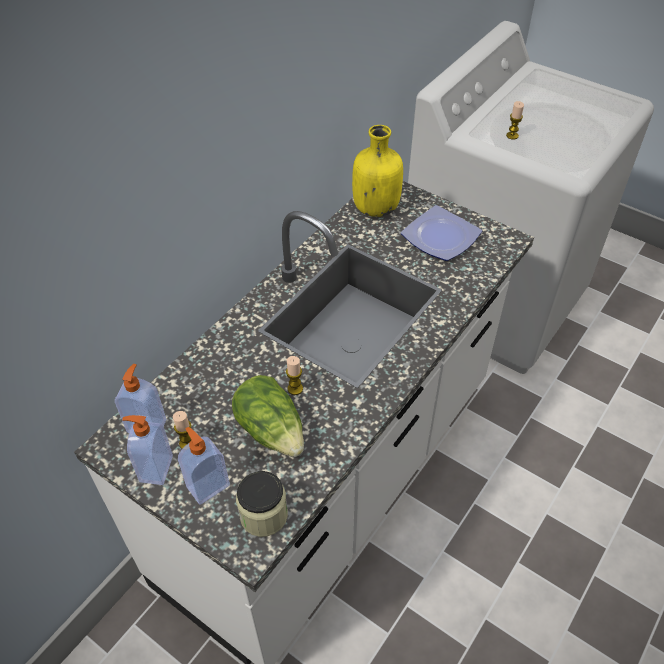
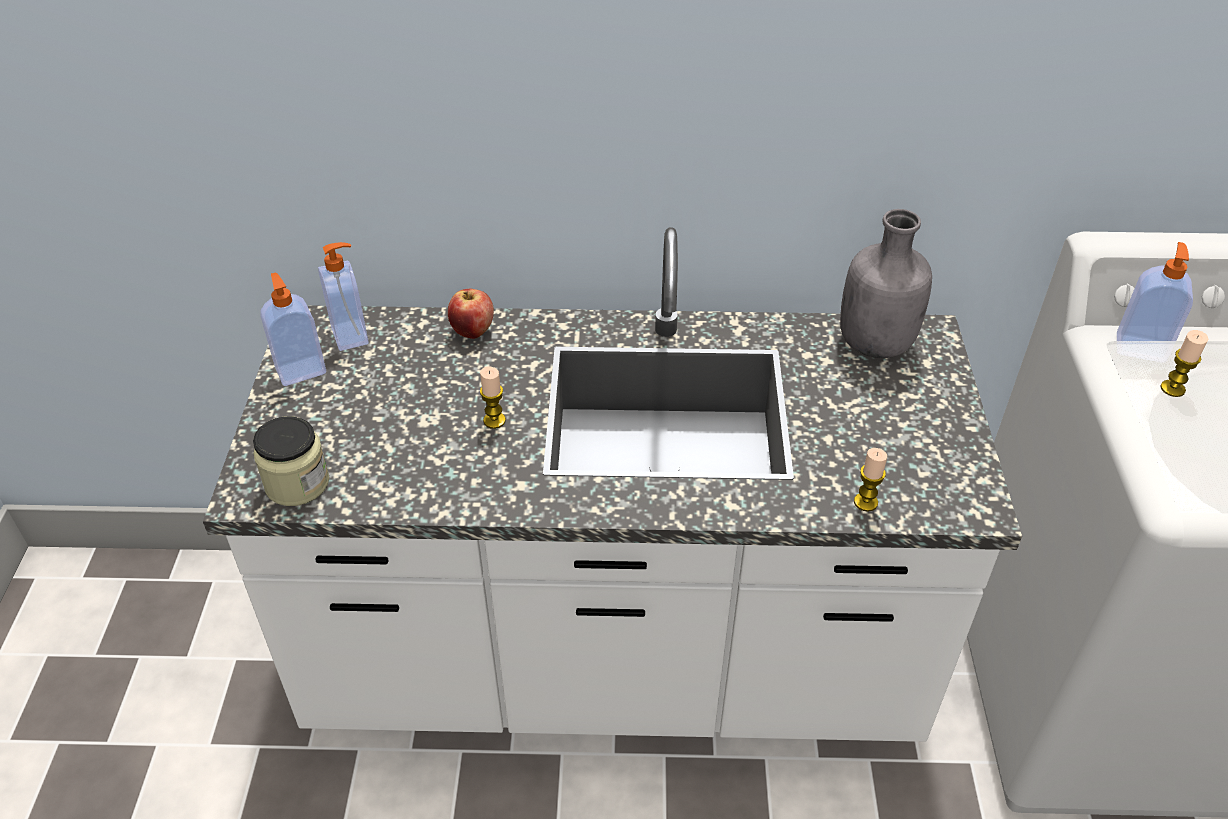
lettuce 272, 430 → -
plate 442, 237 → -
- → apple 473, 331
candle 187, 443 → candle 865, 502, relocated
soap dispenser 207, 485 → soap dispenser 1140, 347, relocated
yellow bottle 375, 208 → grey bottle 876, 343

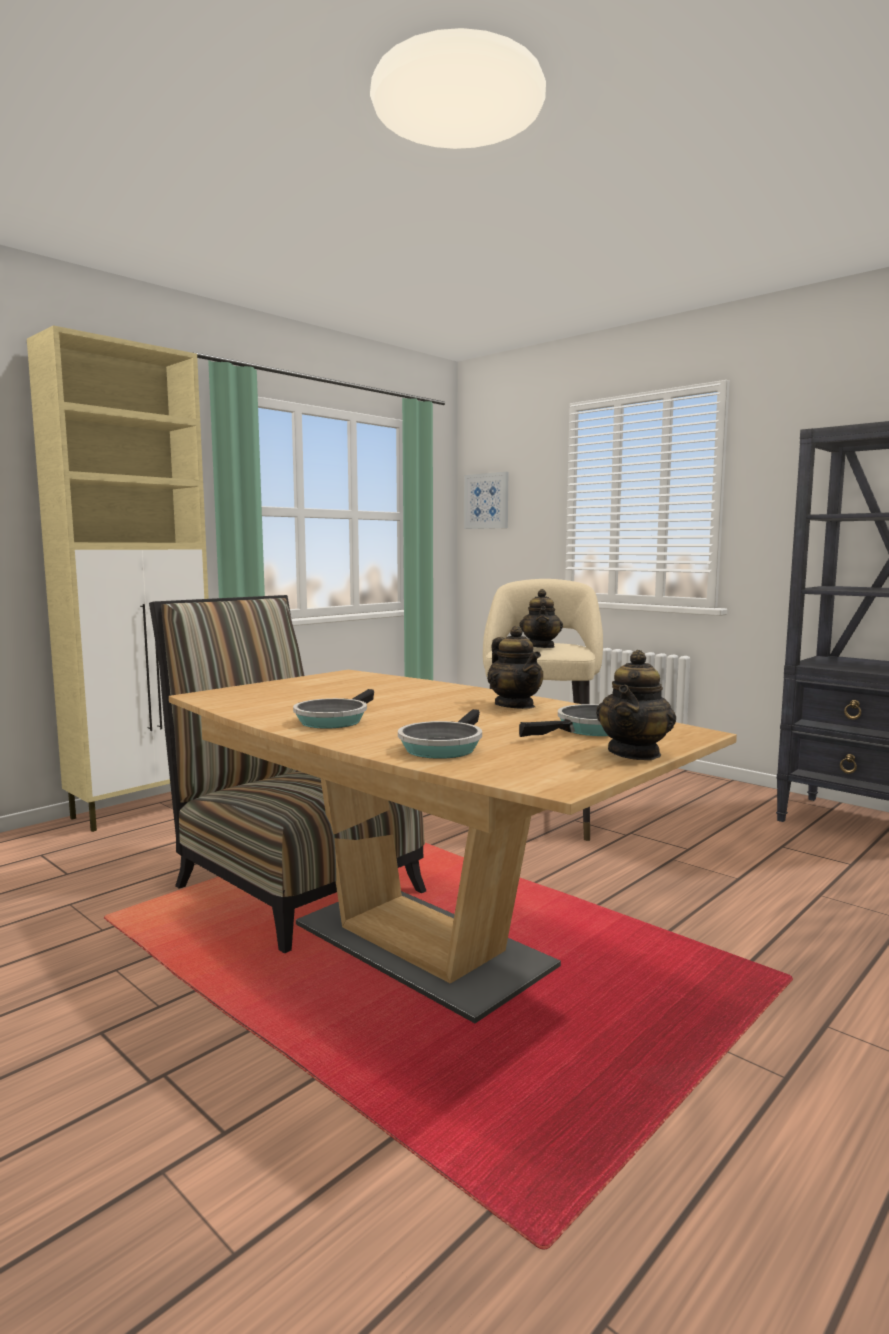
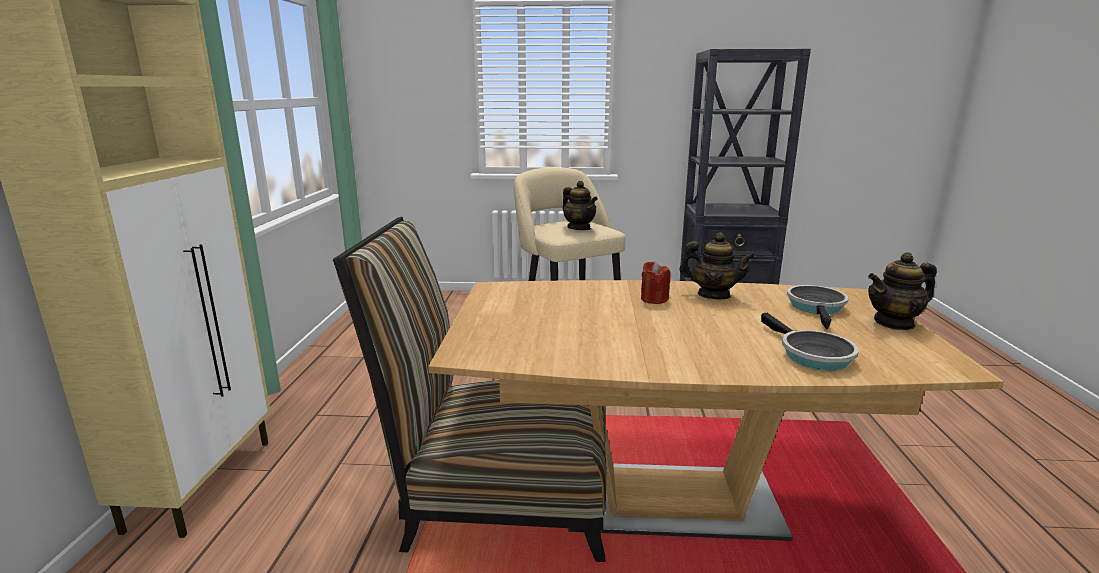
frying pan 333, 720 → -
picture 487, 501 → -
- → red candle 654, 299
teapot 635, 753 → teapot 894, 323, 90 degrees clockwise

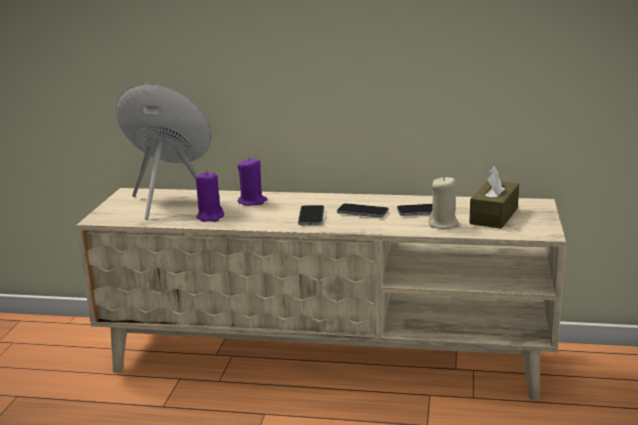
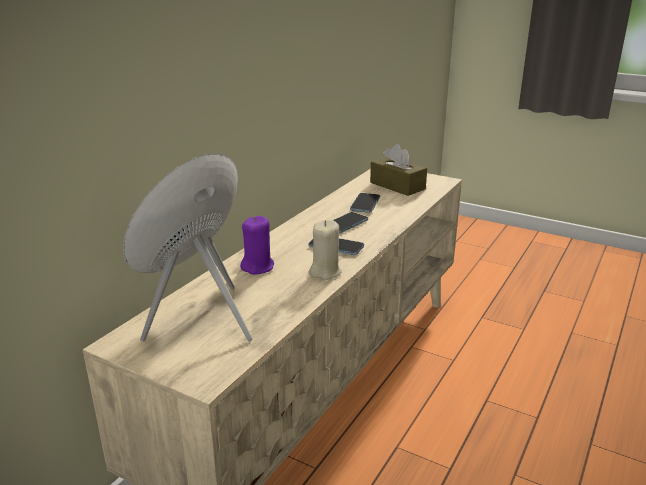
purple candle 210, 217 → -
beige candle 443, 224 → beige candle 325, 272, relocated

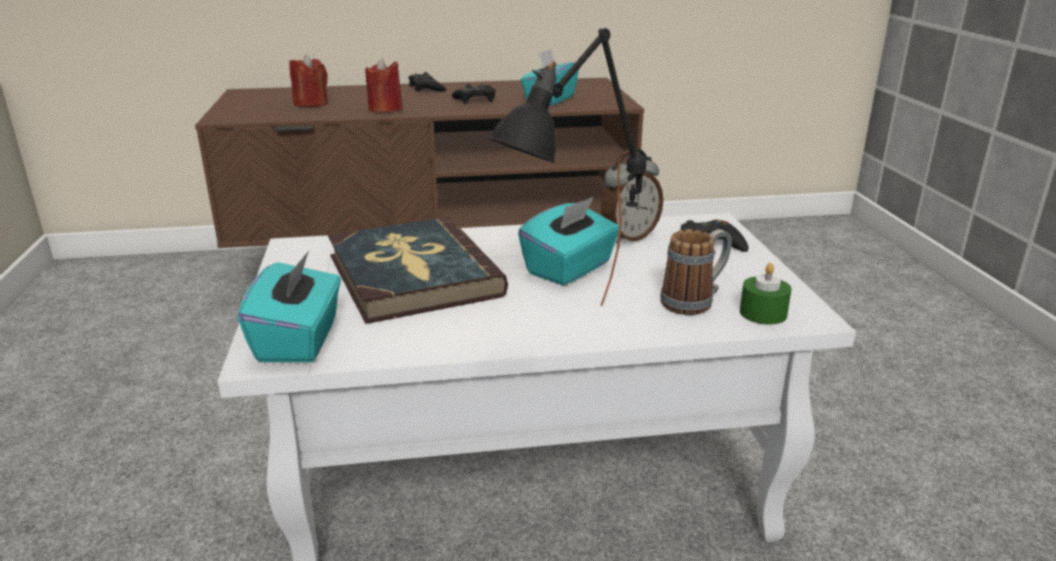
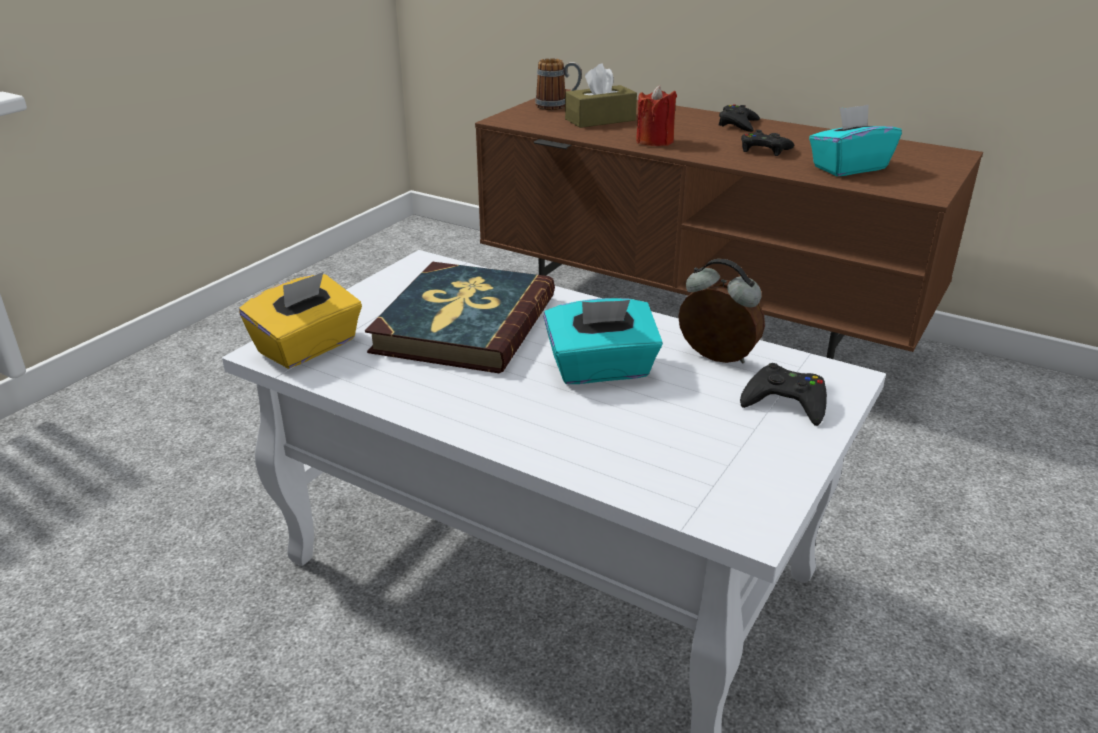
black table lamp 572, 333 → -
green candle 763, 313 → -
mug 695, 301 → mug 558, 106, relocated
red candle 311, 103 → brown tissue box 600, 120
turquoise tissue box 299, 340 → yellow tissue box 308, 347
alarm clock 628, 237 → alarm clock 715, 359, 150 degrees counterclockwise

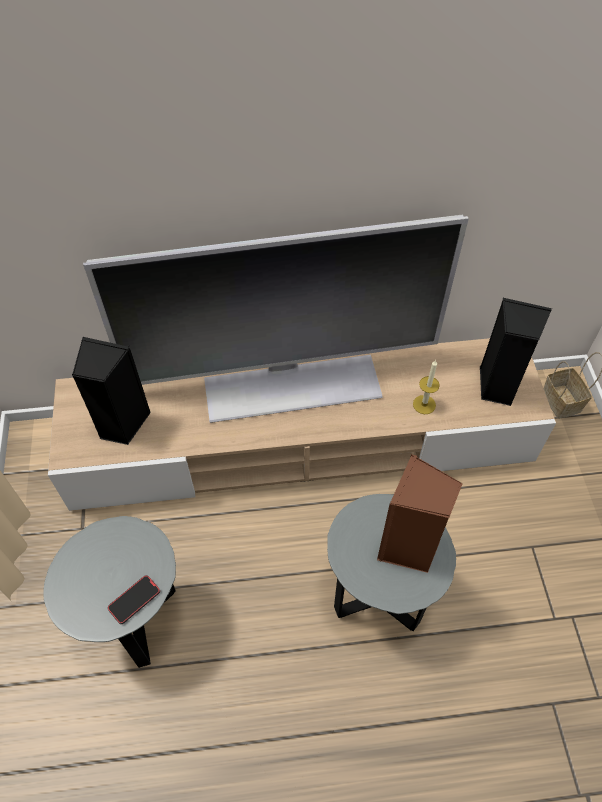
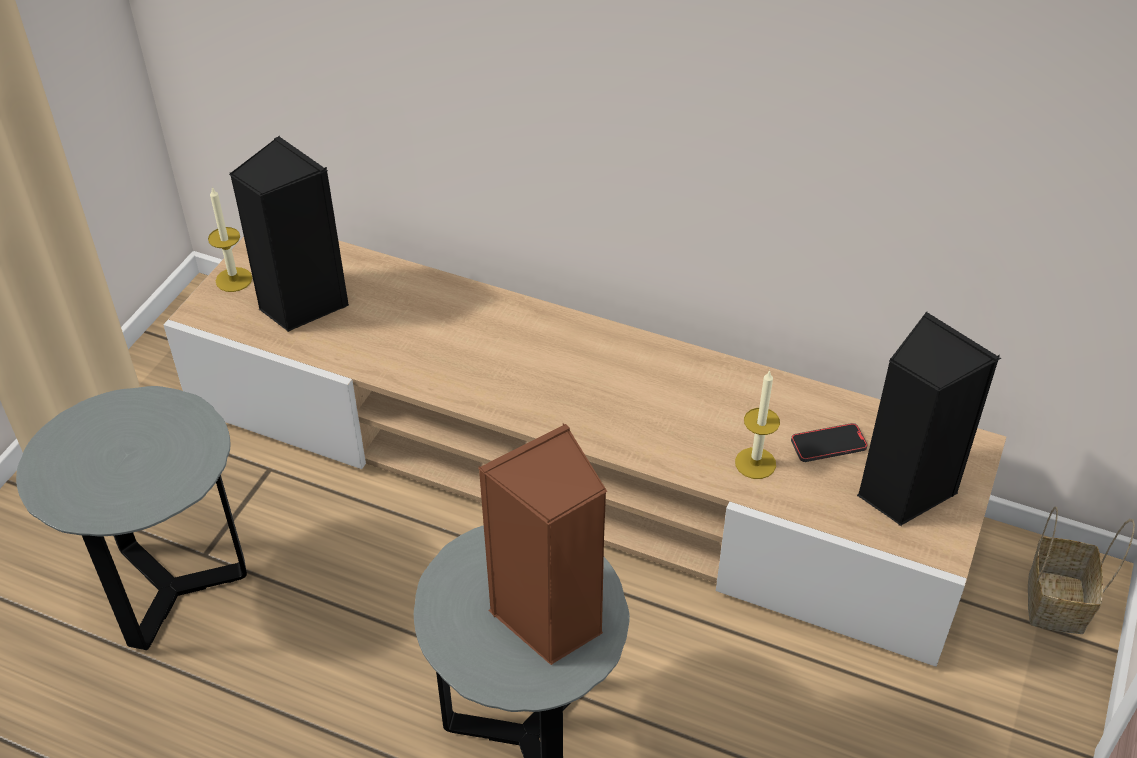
television 291, 385 → -
- → candle 234, 279
phone 134, 600 → phone 828, 445, relocated

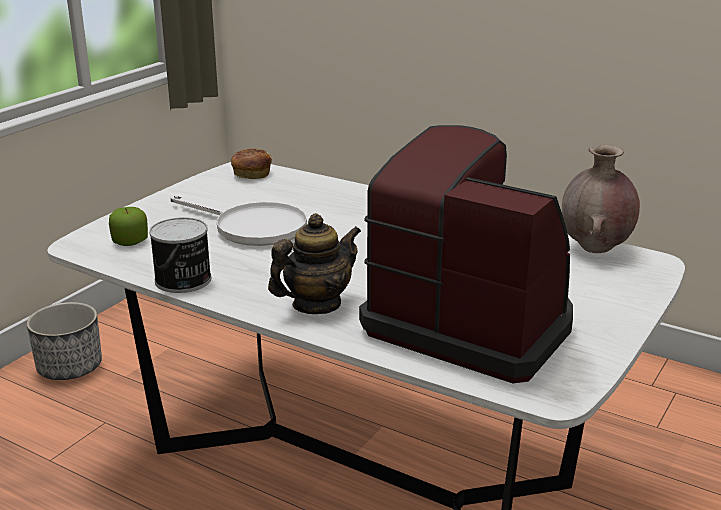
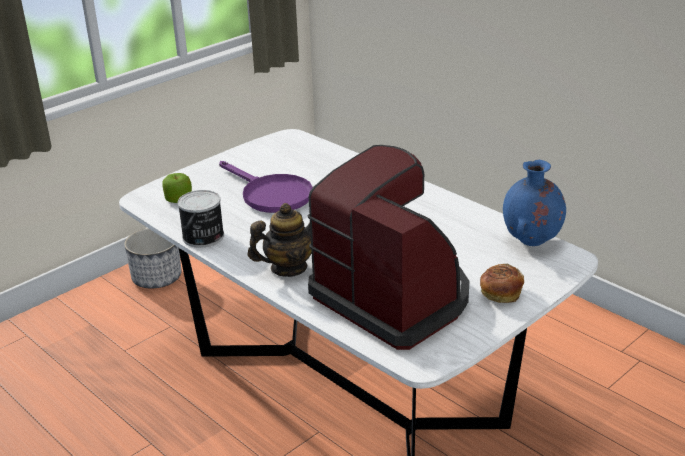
bread 251, 174 → bread 500, 294, relocated
white frying pan 250, 227 → purple frying pan 270, 194
brown vase 595, 249 → blue vase 531, 242

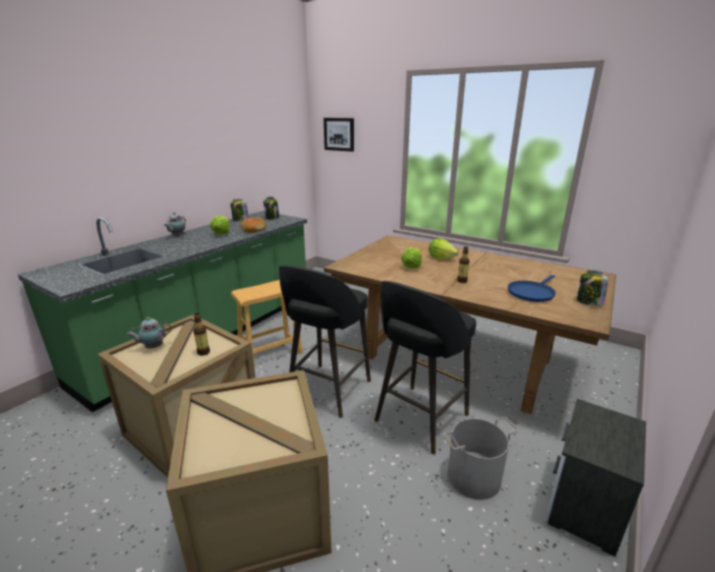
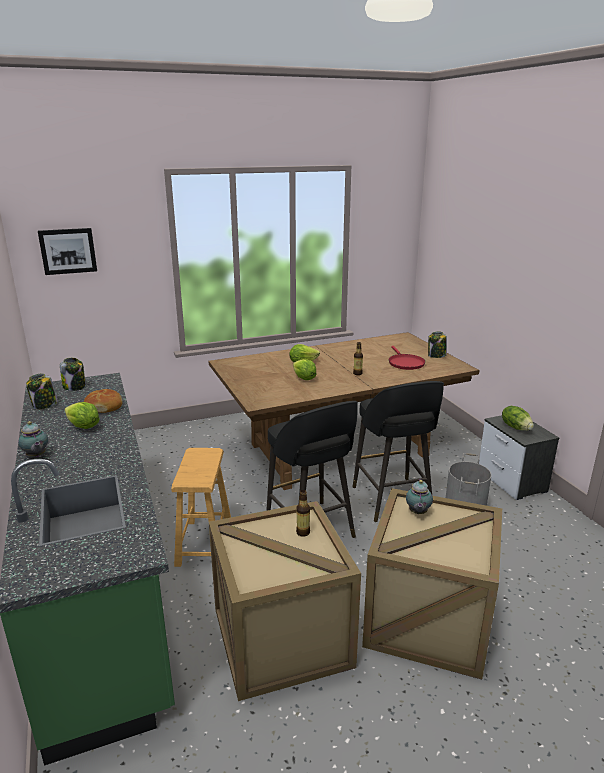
- → lettuce 516, 427
teapot 153, 347 → teapot 417, 513, relocated
blue frying pan 531, 293 → red frying pan 405, 363

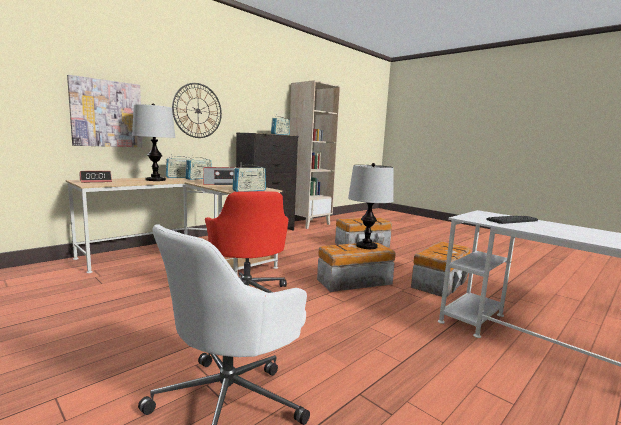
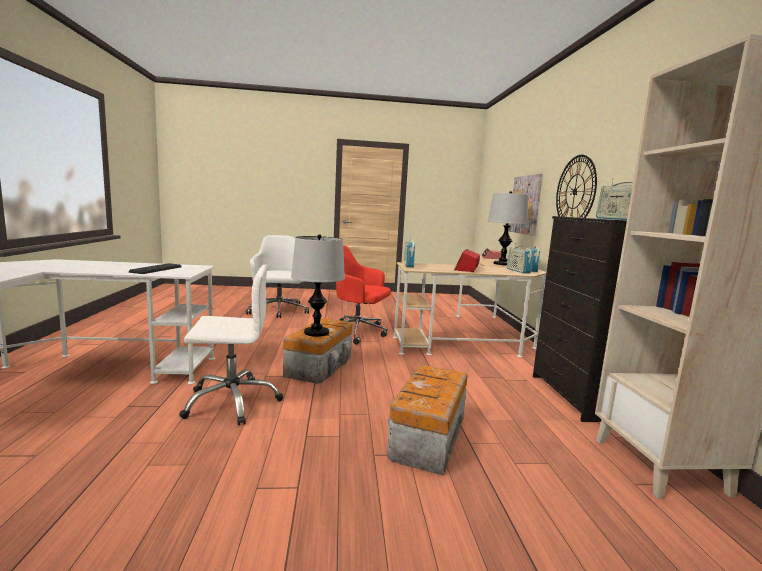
storage box 440, 282 → white office chair 232, 401

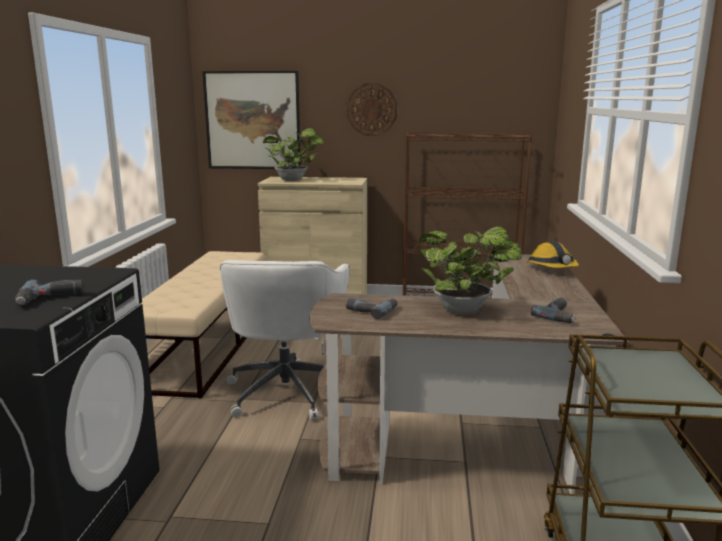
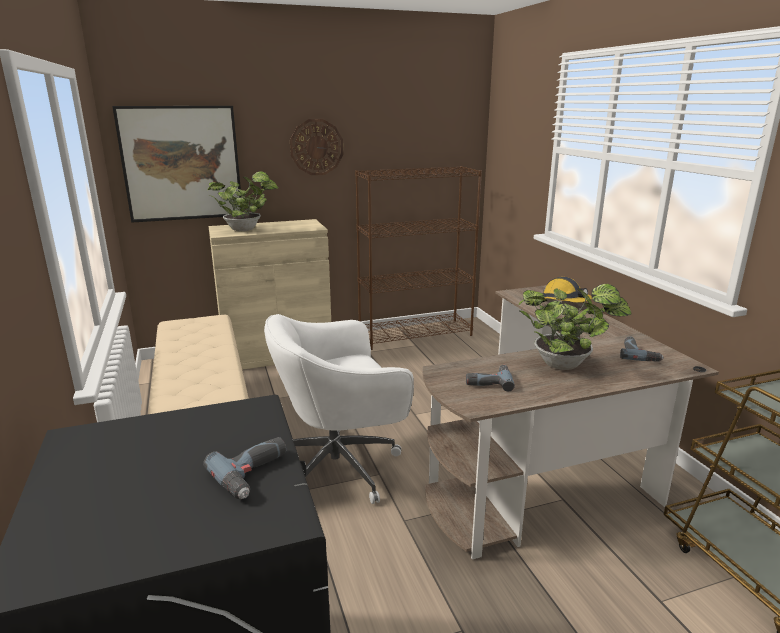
white office chair 286, 390 → white office chair 340, 467, 90 degrees clockwise

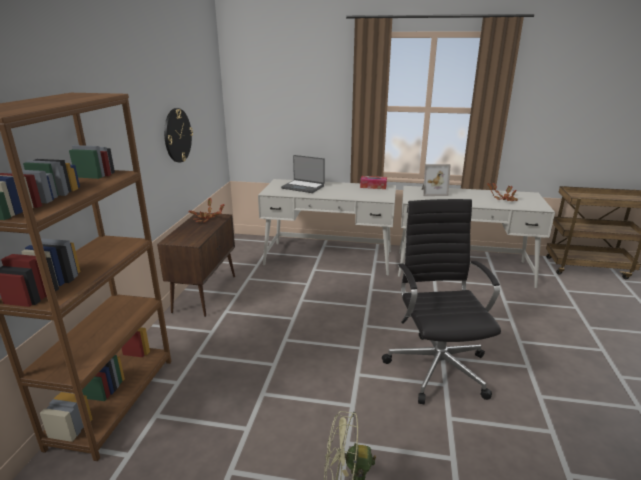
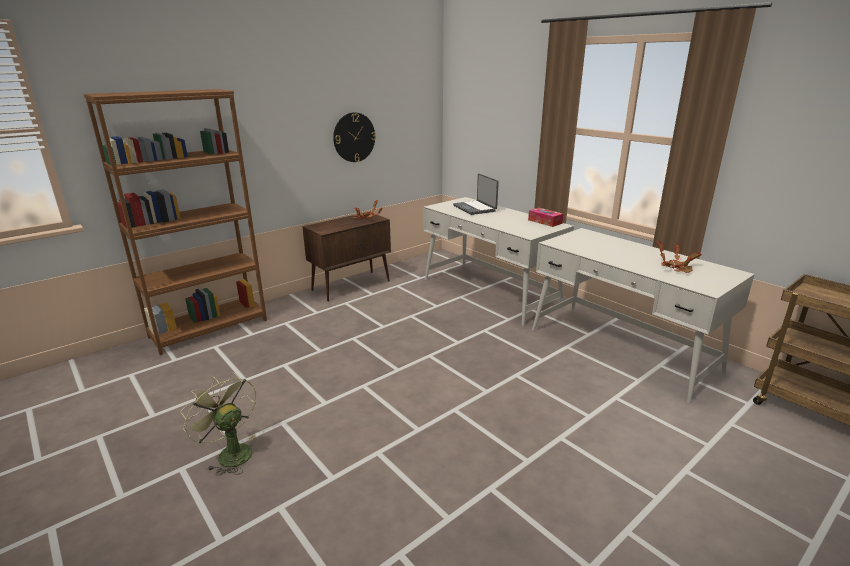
black office chair 437, 366 → -
picture frame 432, 192 → -

